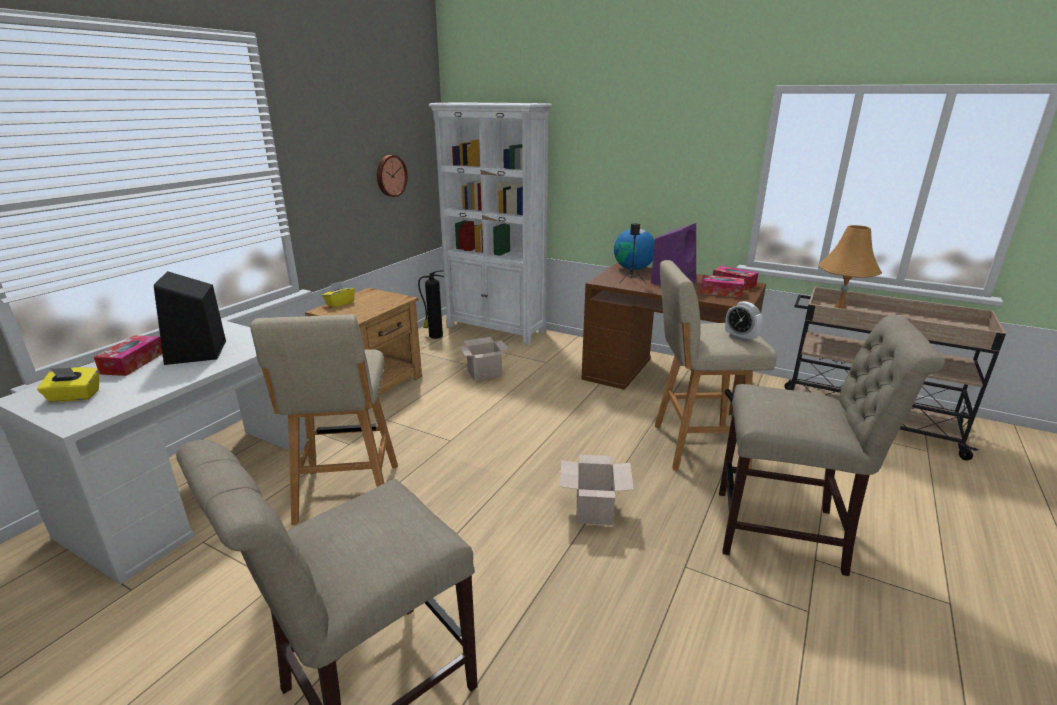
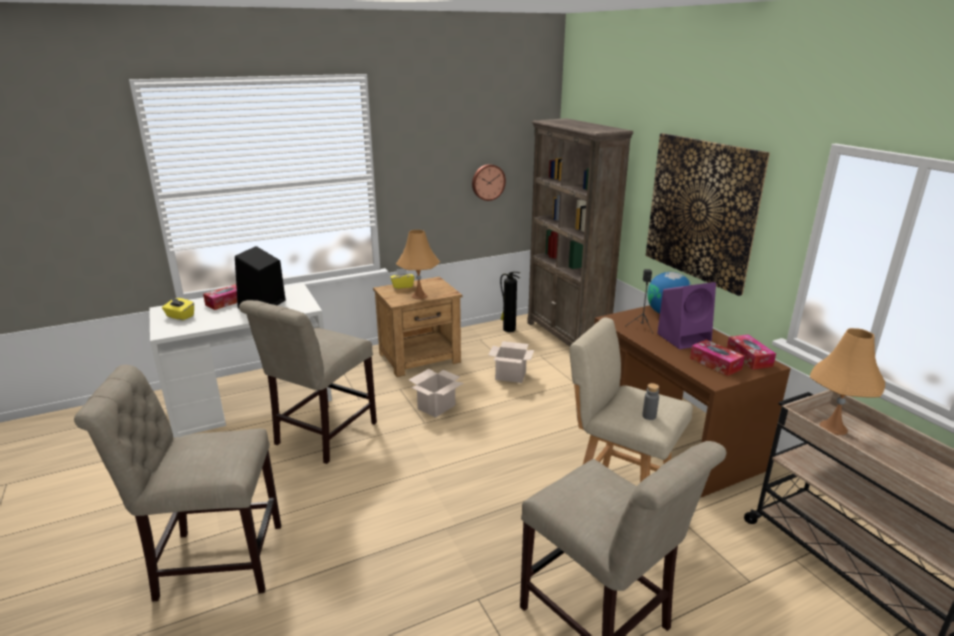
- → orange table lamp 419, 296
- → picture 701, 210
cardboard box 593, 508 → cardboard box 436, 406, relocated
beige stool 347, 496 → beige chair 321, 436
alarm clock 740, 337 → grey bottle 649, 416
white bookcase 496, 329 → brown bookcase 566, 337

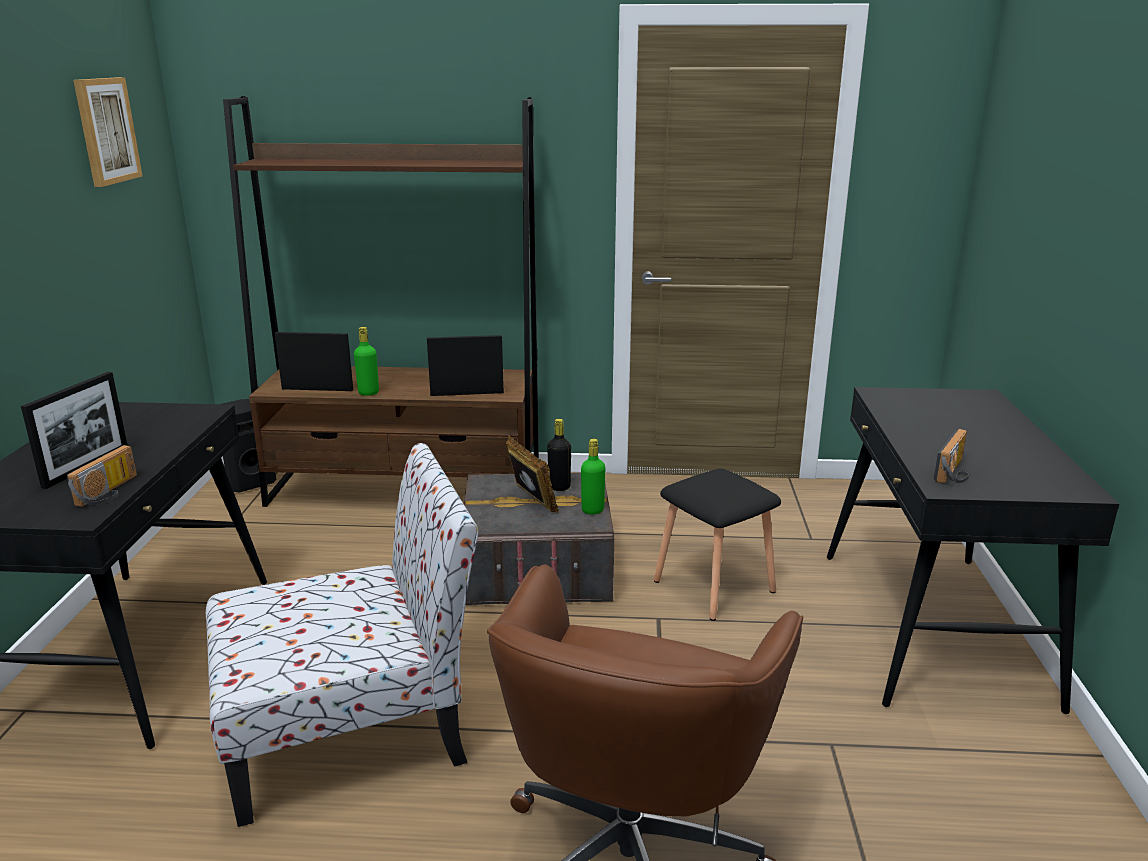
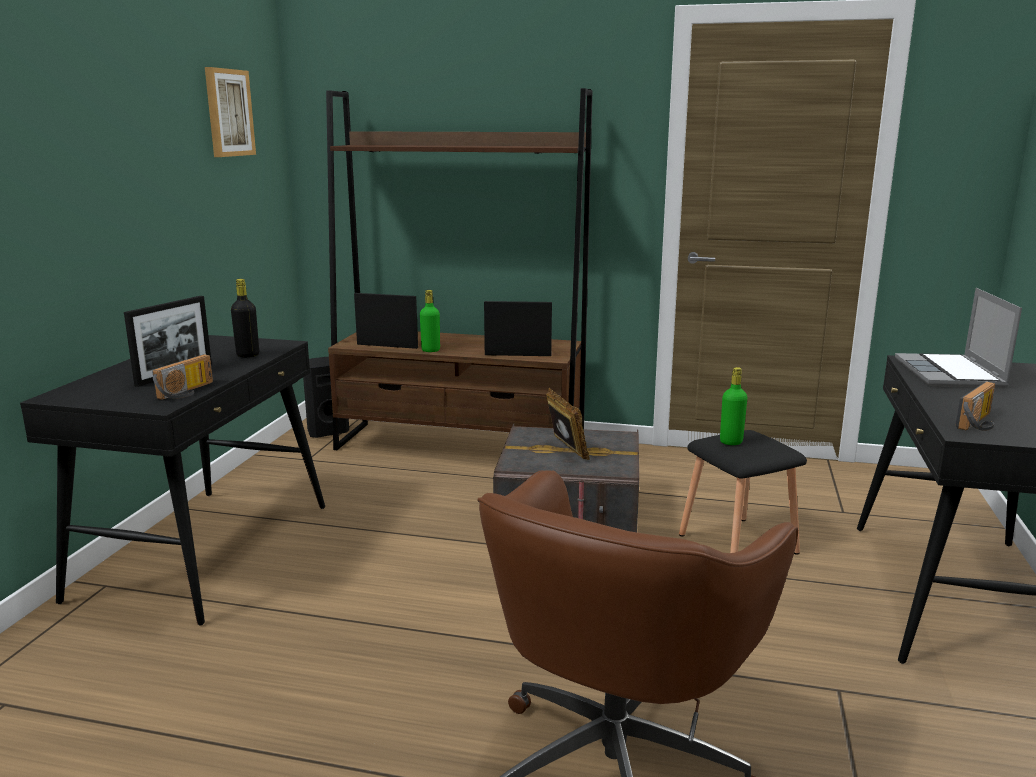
chair 351, 730 → -
- → laptop 950, 374
black bottle 559, 487 → black bottle 248, 355, relocated
green bottle 592, 510 → green bottle 731, 442, relocated

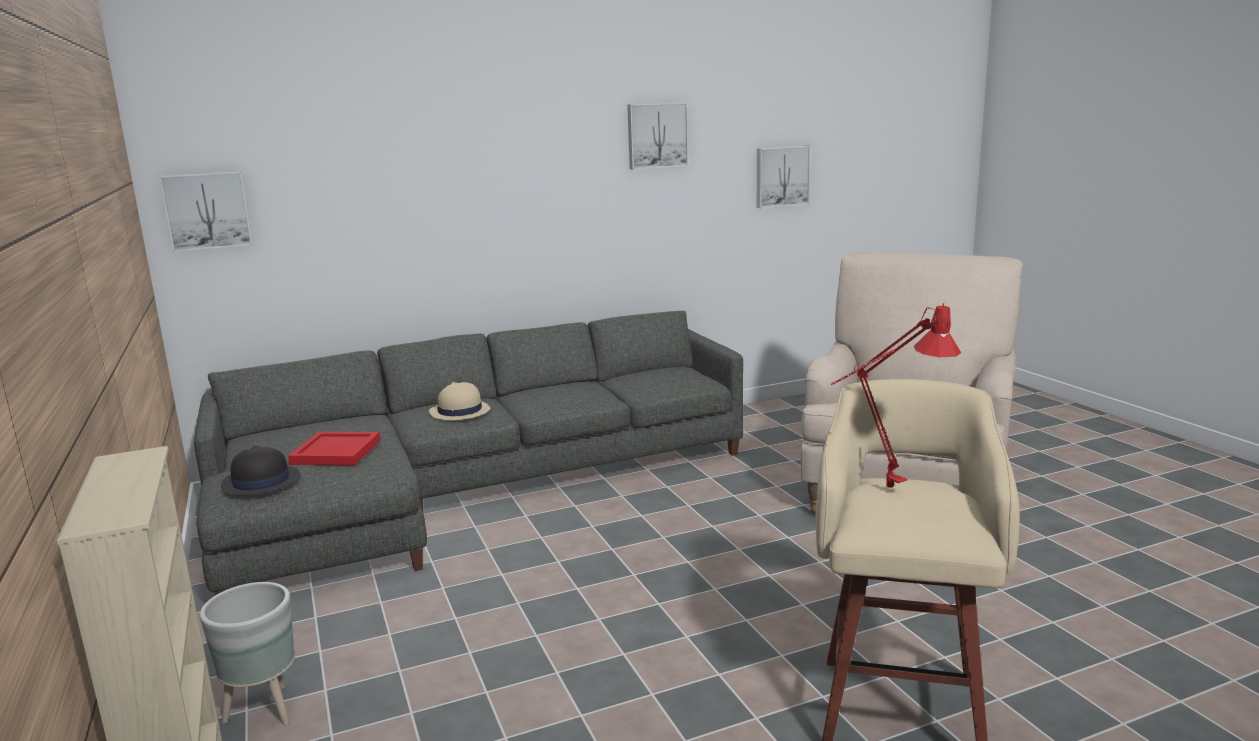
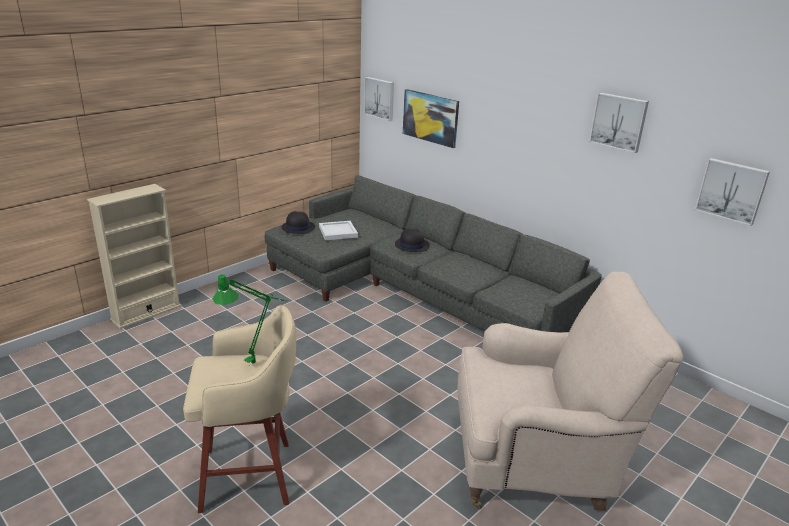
grey planter 264, 711 → -
- → picture 430, 117
red tray 334, 452 → white tray 337, 232
beige hat 459, 411 → black hat 411, 245
red table lamp 881, 486 → green table lamp 258, 361

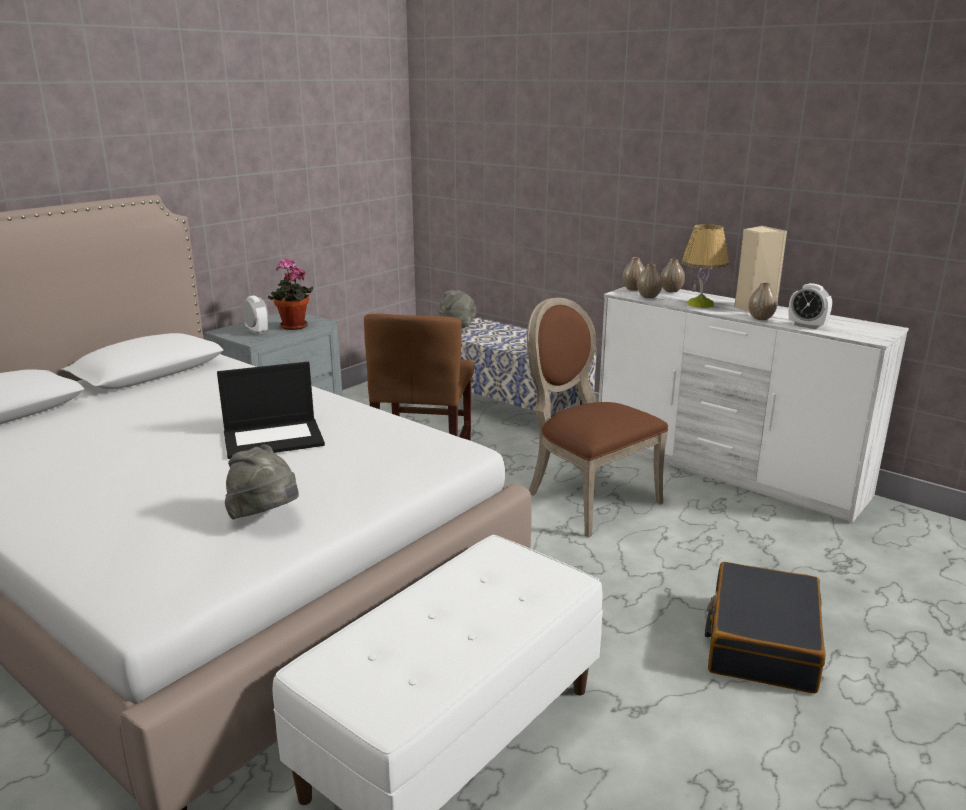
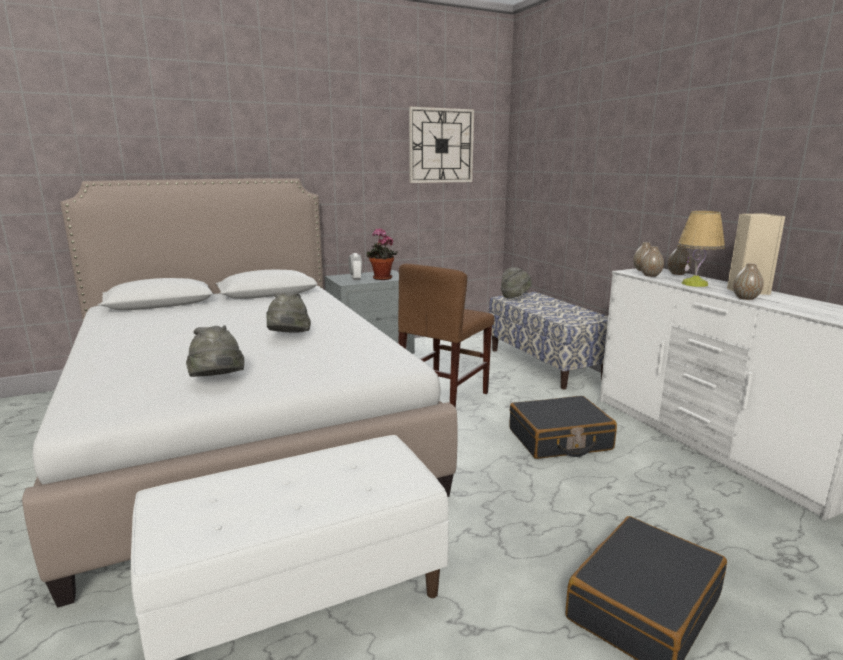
alarm clock 807, 326 → -
- → wall clock 441, 146
laptop 274, 438 → grey hat 288, 337
brown chair 586, 498 → black suitcase 559, 440

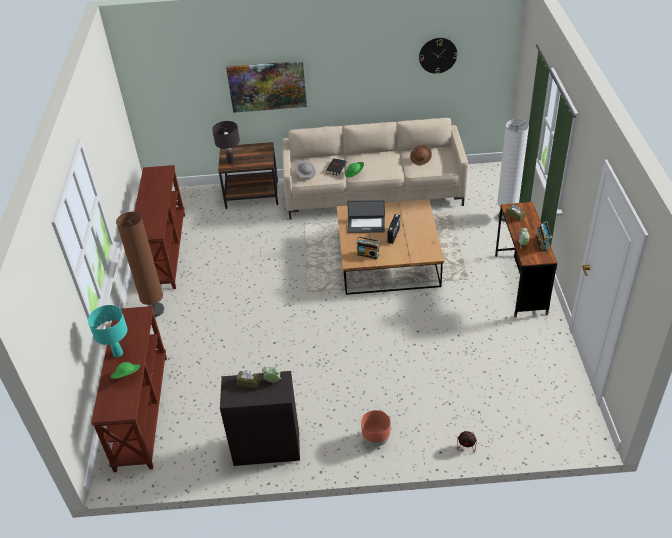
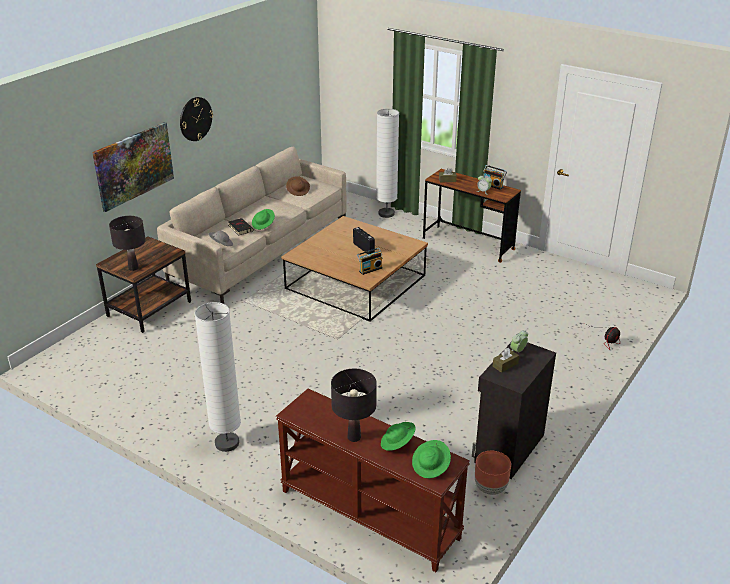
brown console table 164, 251 → -
laptop 366, 225 → -
- → green hat 431, 466
brown planter 376, 439 → brown planter 490, 488, relocated
wall clock 438, 55 → wall clock 195, 119, relocated
turquoise table lamp 118, 353 → black table lamp 354, 437
brown floor lamp 155, 310 → white floor lamp 227, 443

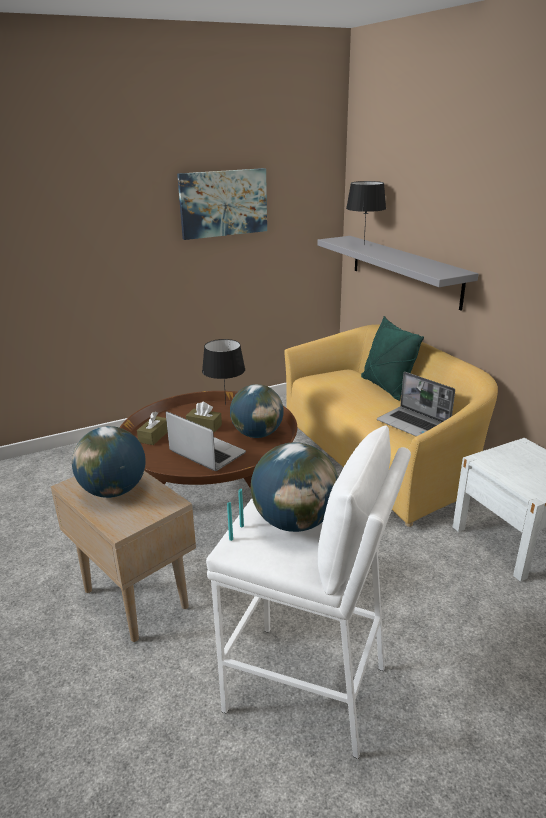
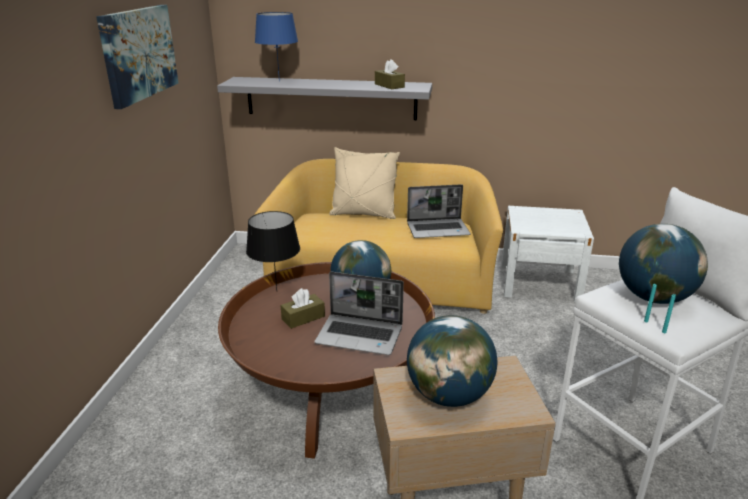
brown tissue box 154, 436 → brown tissue box 389, 85, relocated
black table lamp 363, 245 → blue table lamp 278, 81
green pillow 386, 387 → beige pillow 363, 214
laptop 206, 453 → laptop 360, 335, 150 degrees counterclockwise

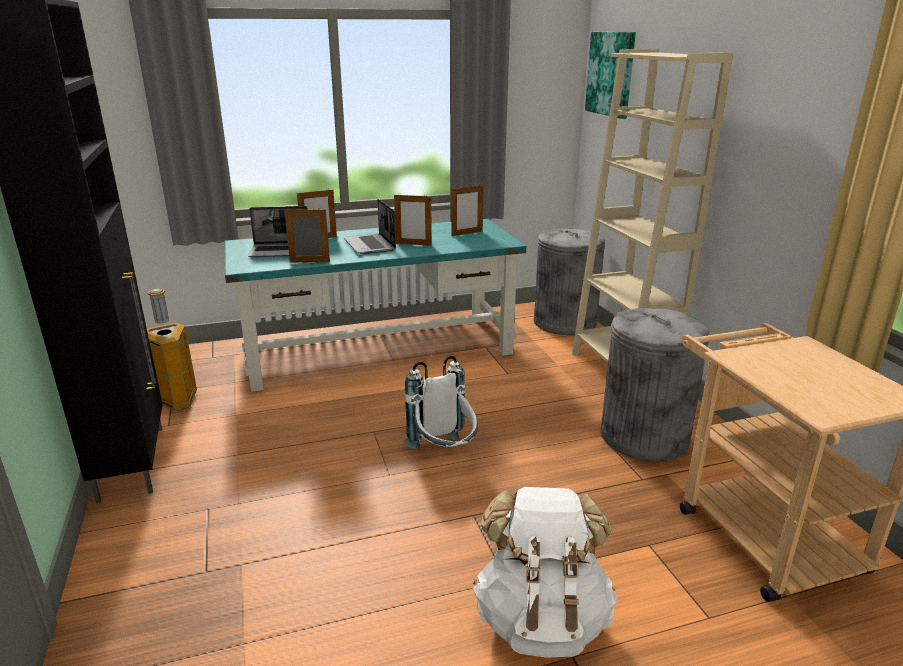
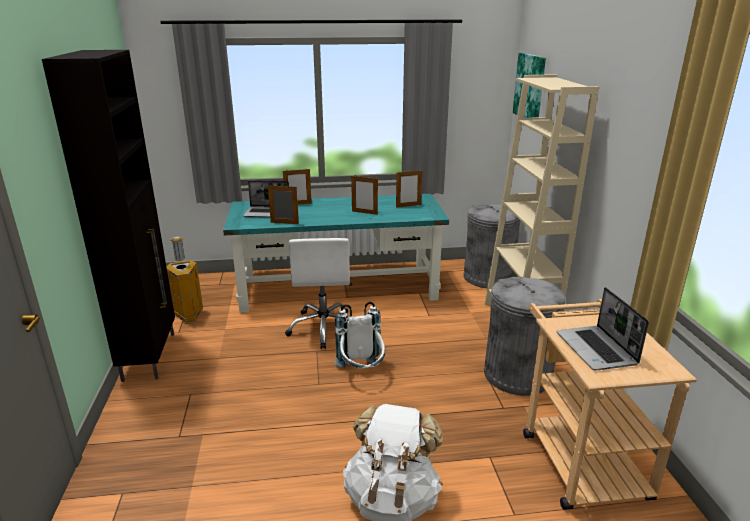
- → white office chair 324, 328
laptop 370, 245 → laptop 597, 349, relocated

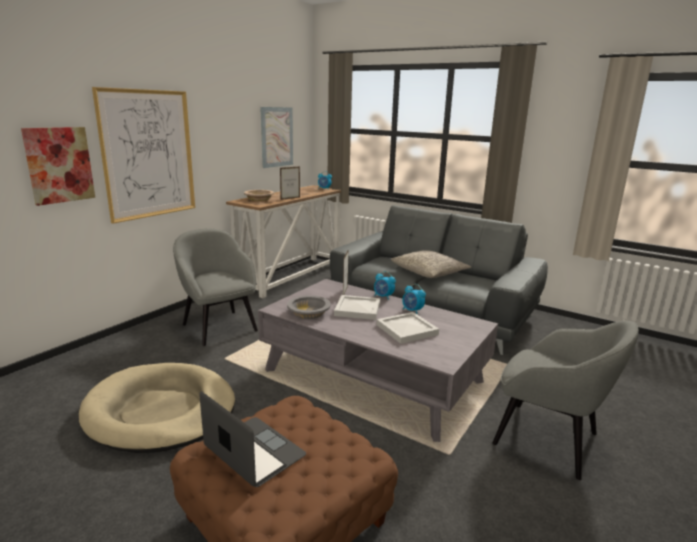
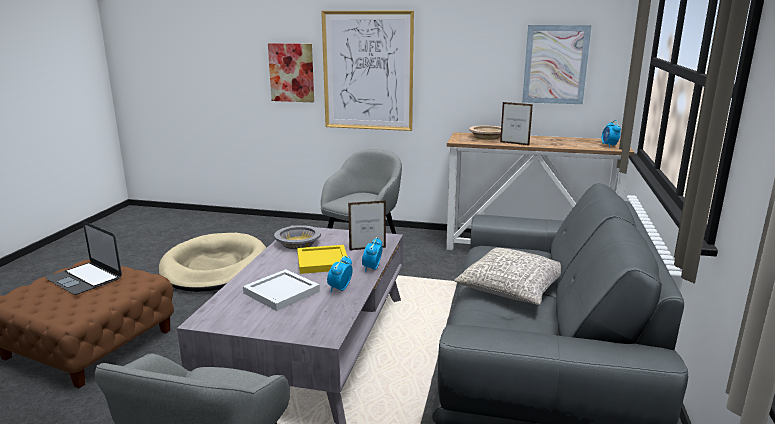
white tray 357, 309 → yellow tray 322, 261
laptop 254, 451 → laptop 84, 278, 105 degrees clockwise

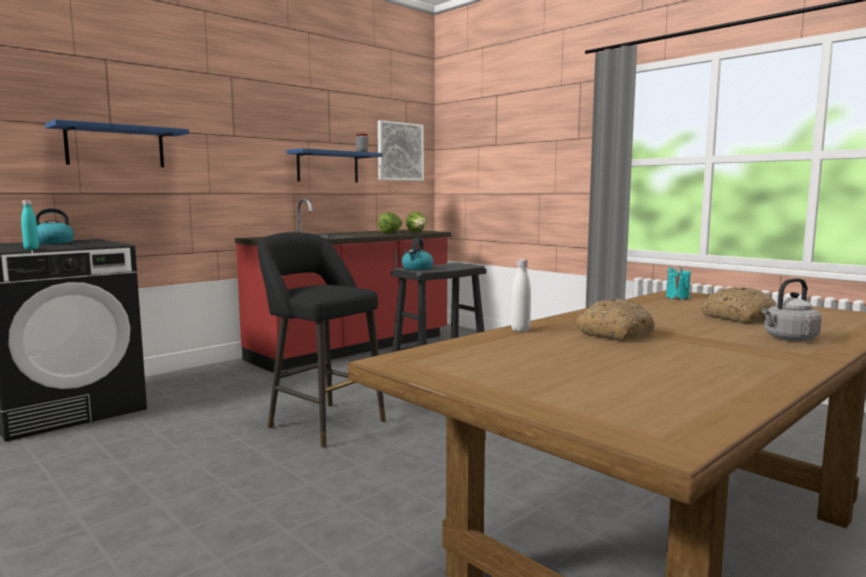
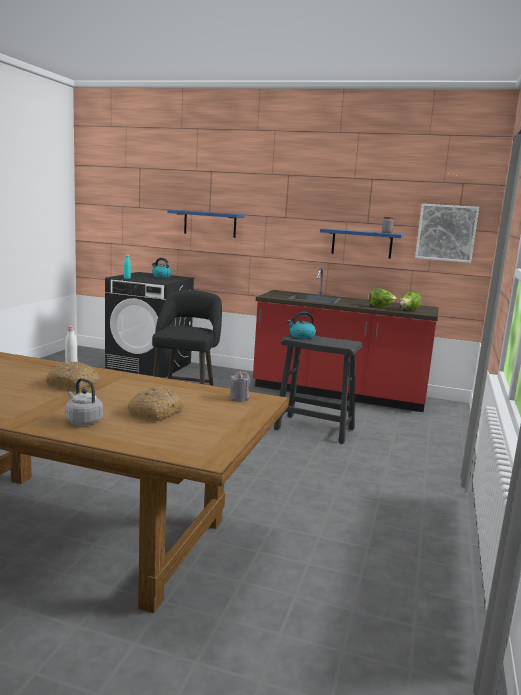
turquoise candle 677, 297 → grey candle 239, 398

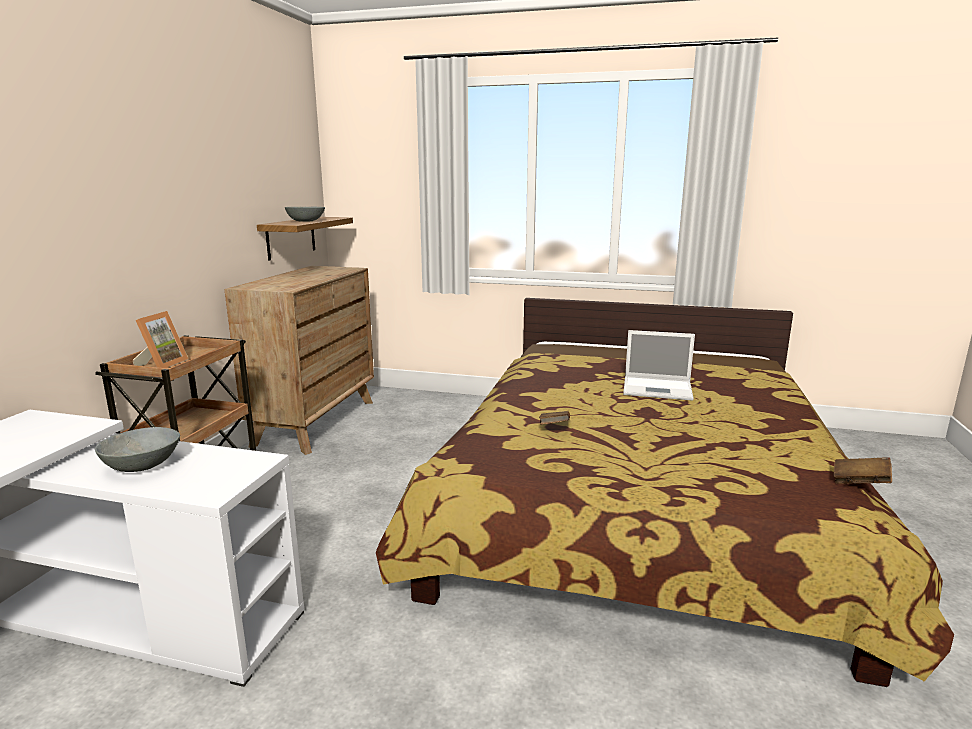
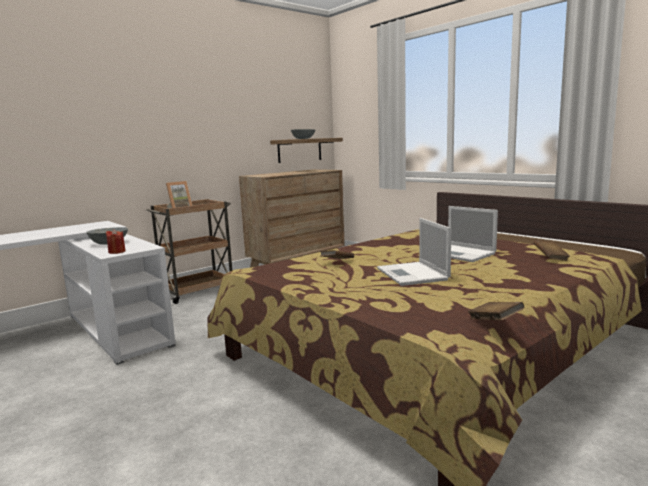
- → red candle 117, 252
- → laptop 413, 274
- → brown book 550, 258

